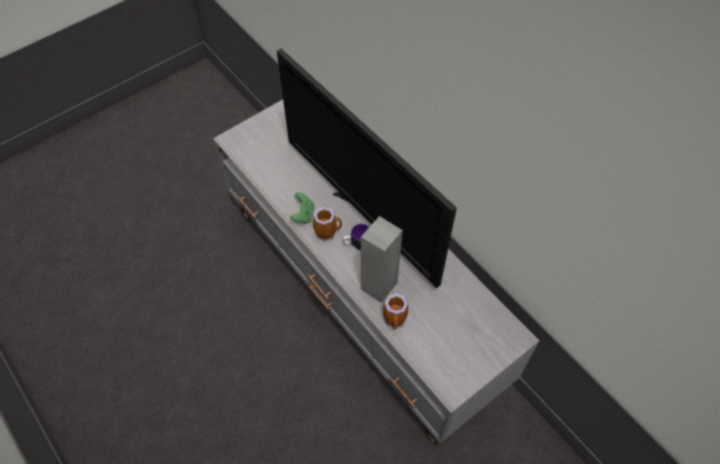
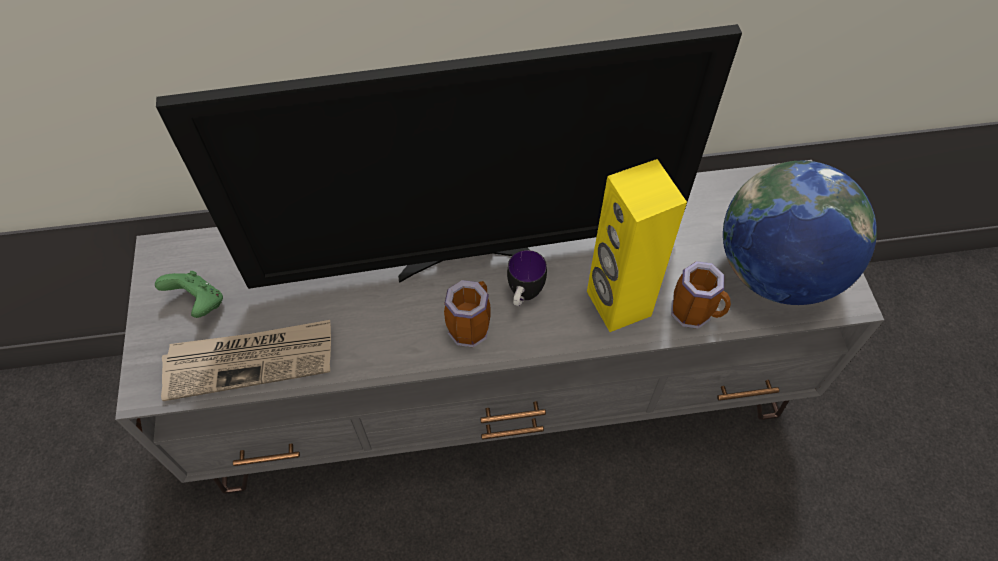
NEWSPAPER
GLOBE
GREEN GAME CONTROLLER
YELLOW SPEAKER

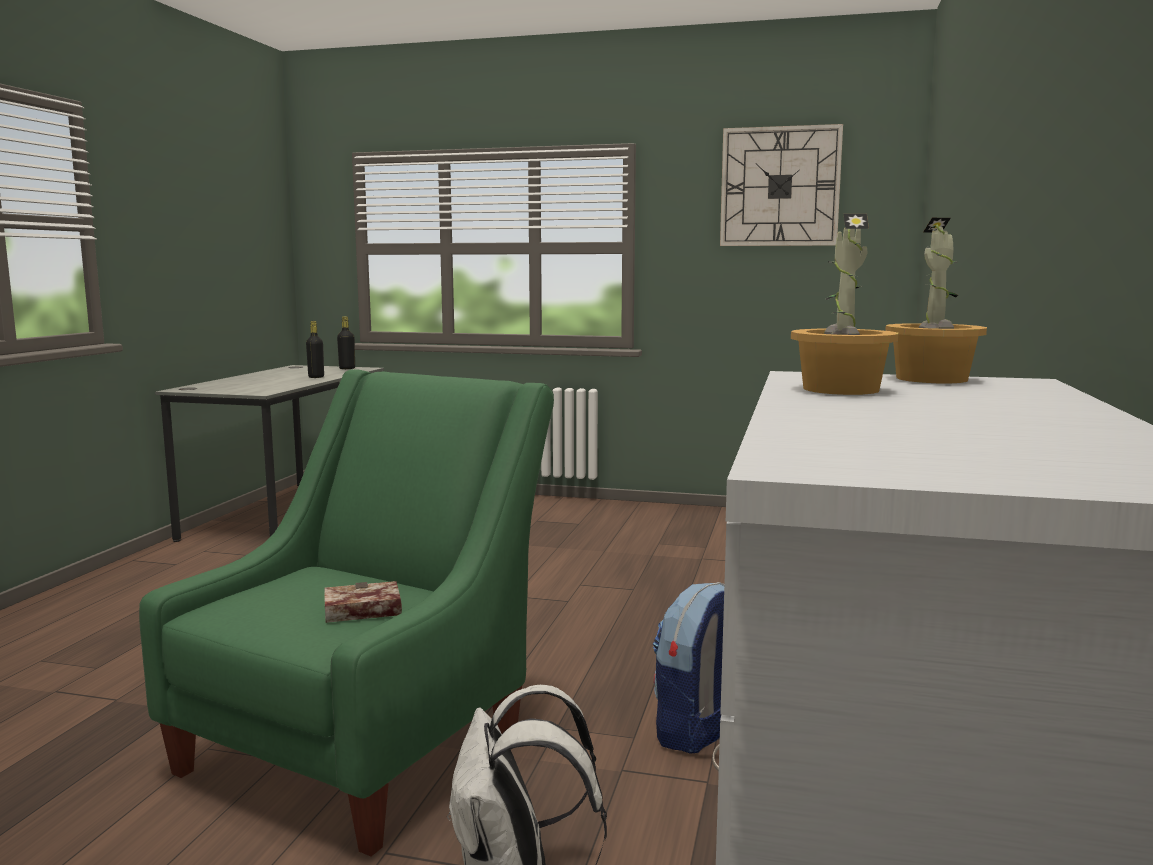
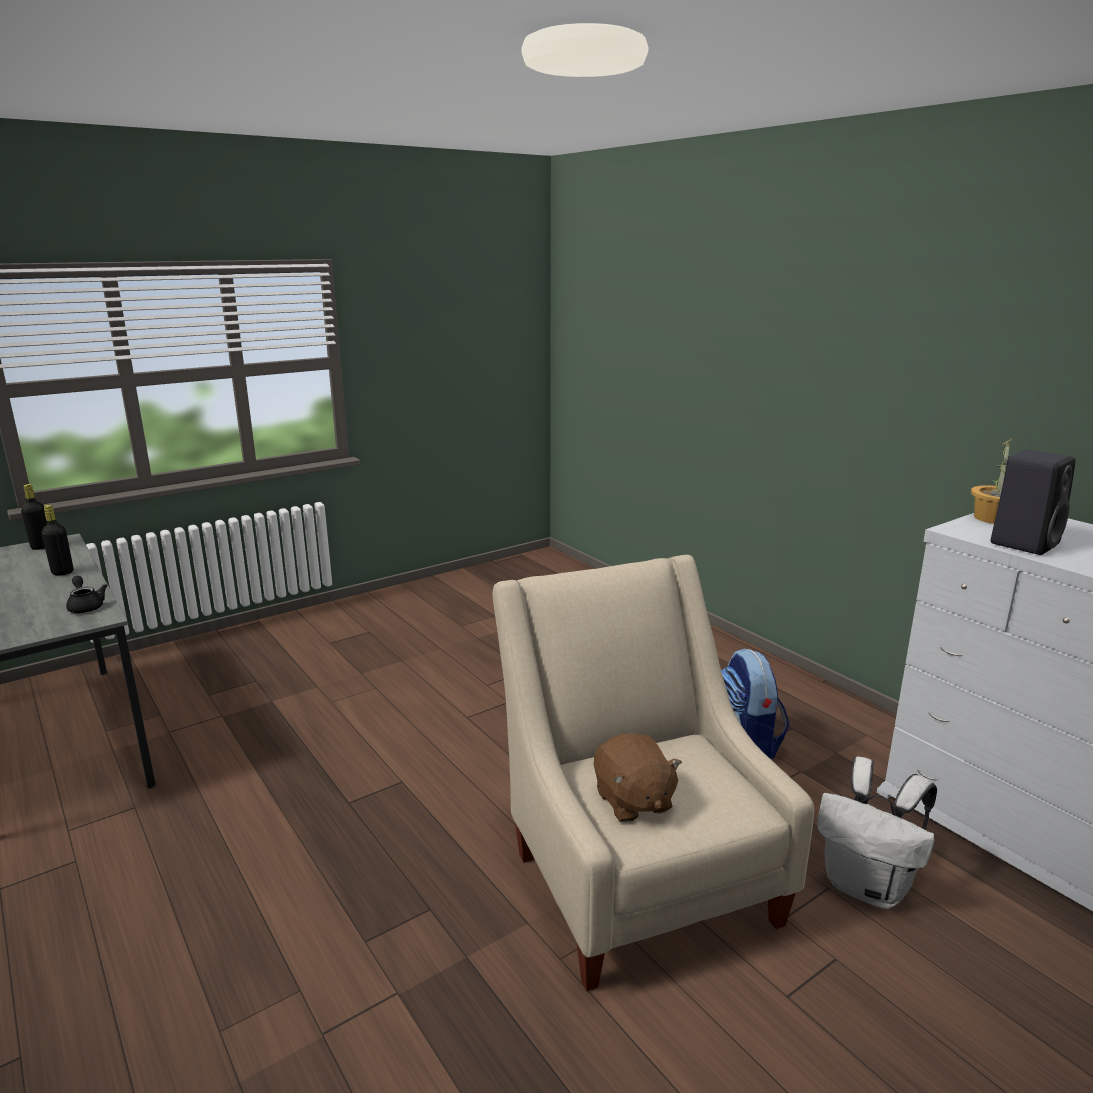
BOOK
WALL CLOCK
BLACK TEAPOT
BROWN PLUSH TOY
BLACK SPEAKER
BEIGE ARMCHAIR

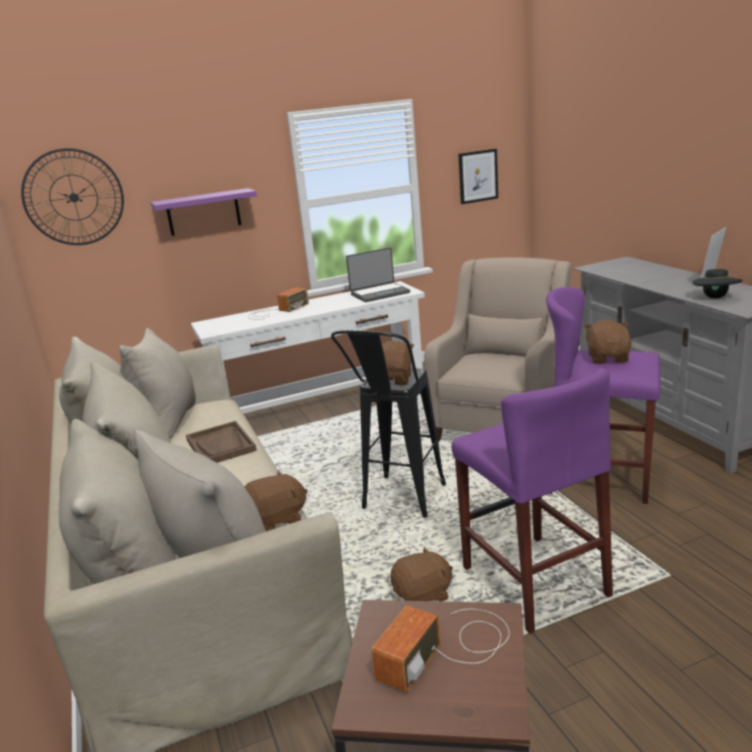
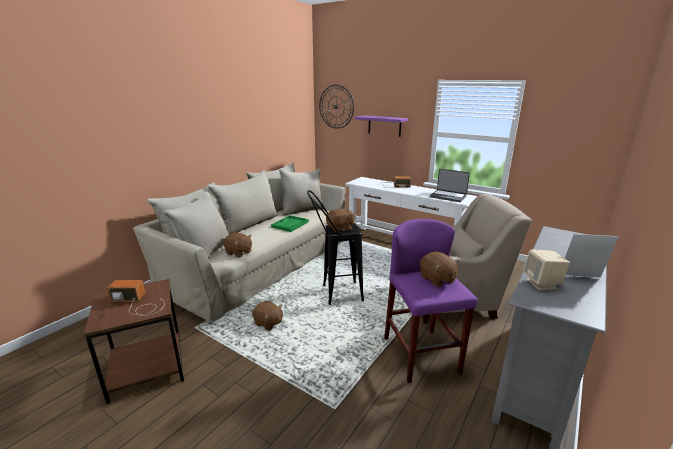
PURPLE STOOL (no. 1 from left in the first image)
PICTURE
BEIGE SPEAKER
GREEN TRAY
BROWN PLUSH TOY (no. 4 from left)

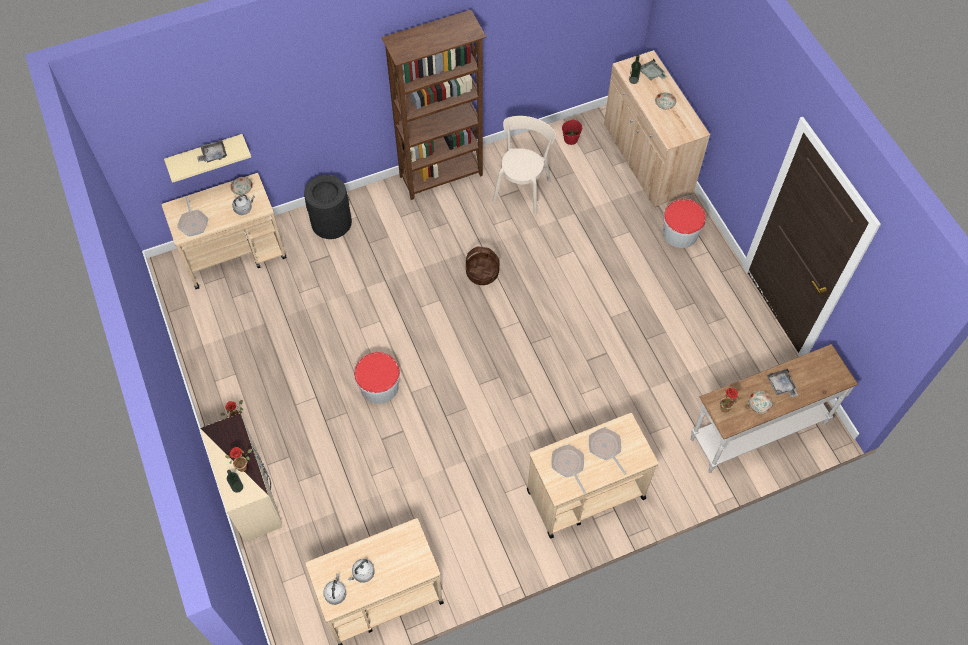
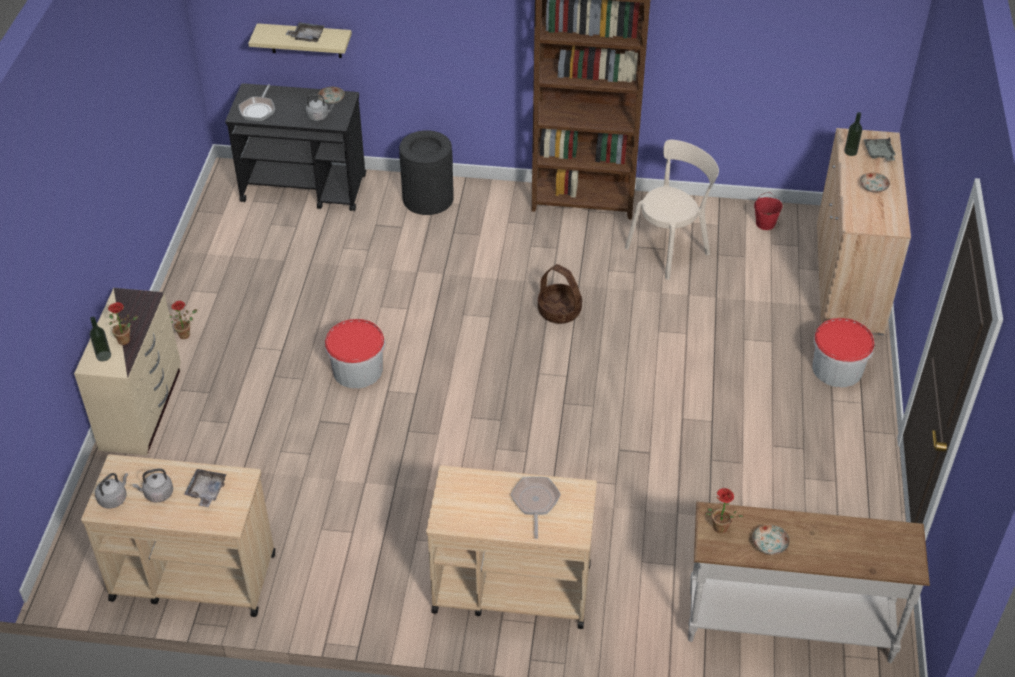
FRYING PAN (no. 2 from left in the first image)
GREY TRAY (no. 1 from left)
BLACK CART

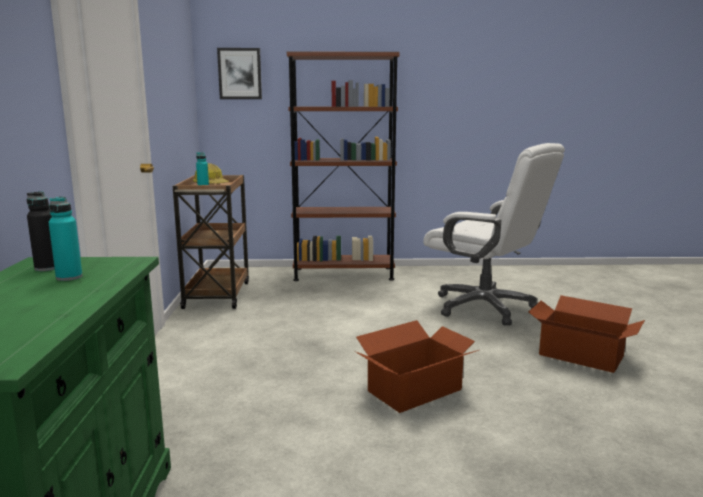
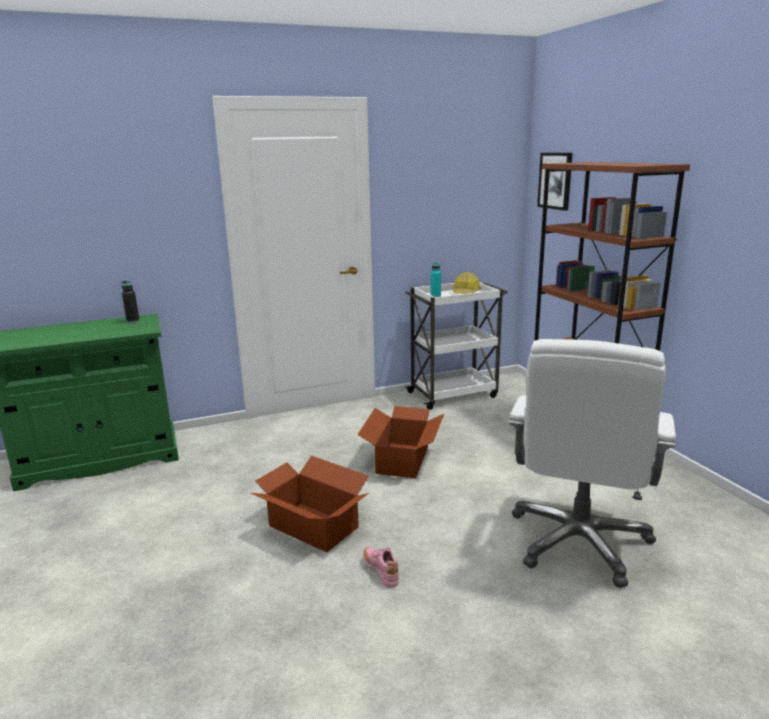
TURQUOISE BOTTLE (no. 1 from left in the first image)
PINK SHOE
CARDBOARD BOX (no. 2 from left)
WHITE CART

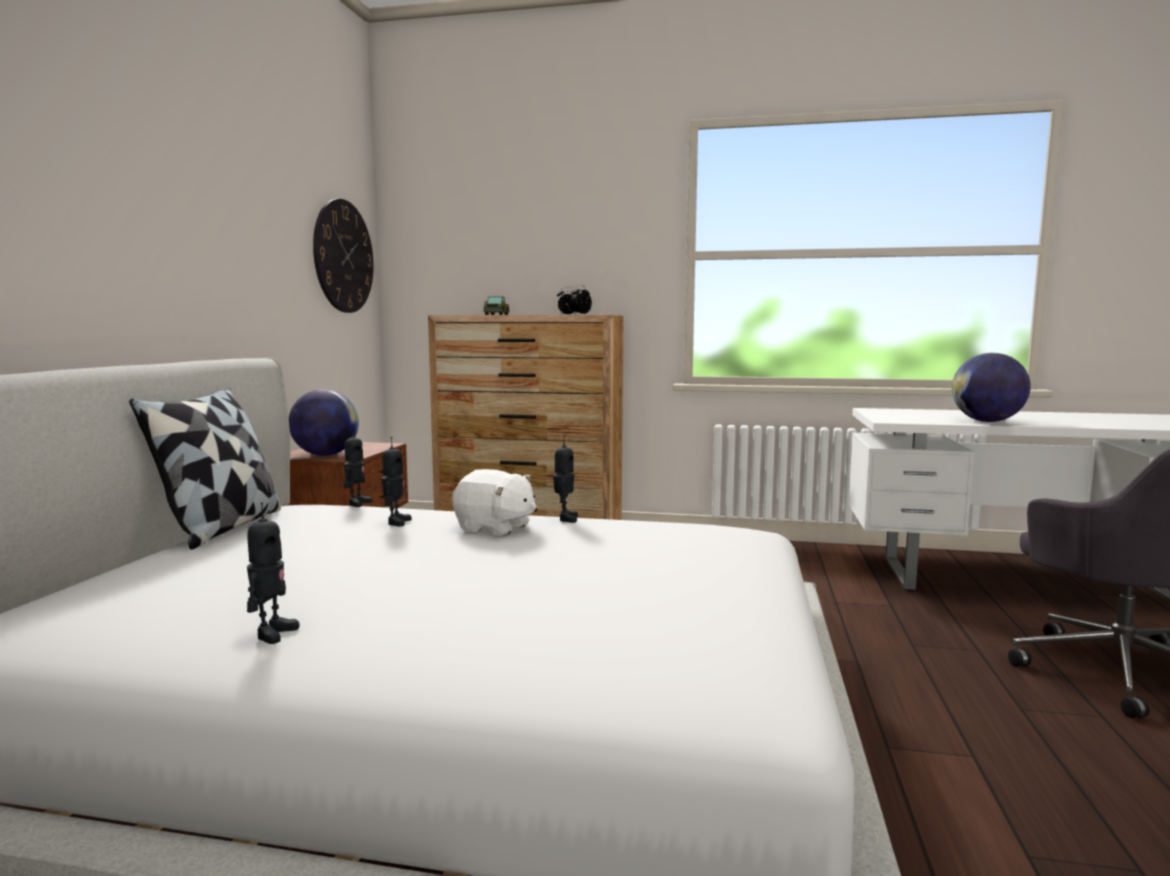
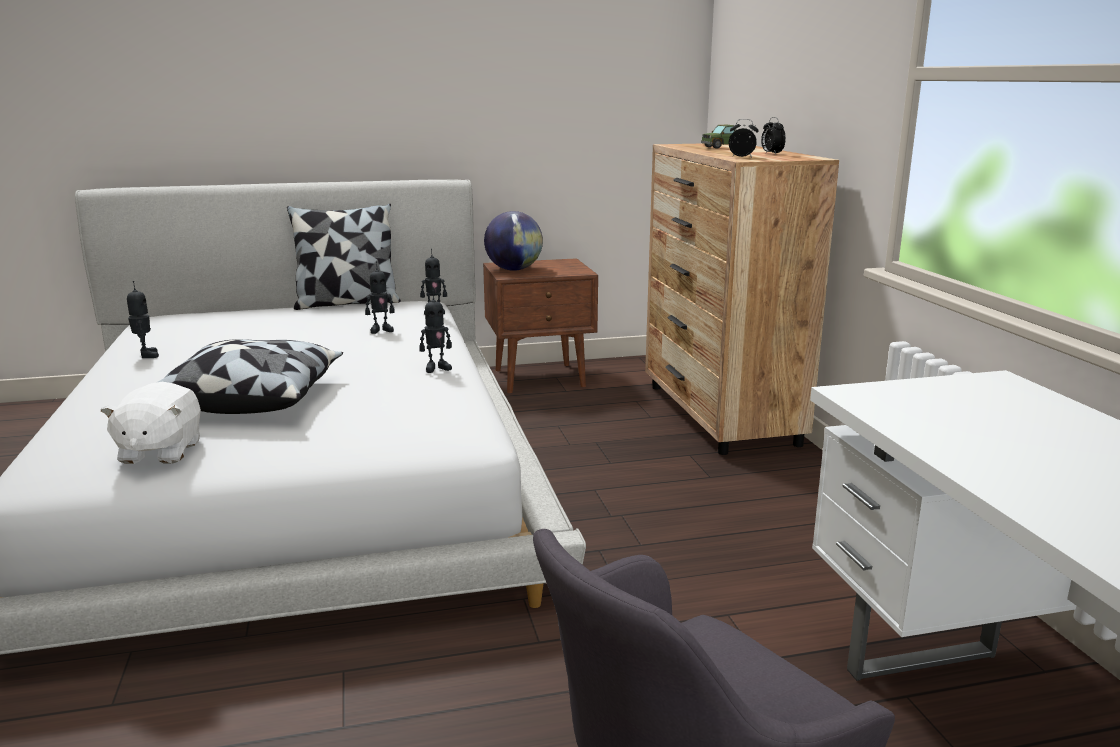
WALL CLOCK
GLOBE (no. 2 from left in the first image)
PILLOW (no. 1 from left)
WHITE PLUSH TOY
TOY ROBOT (no. 1 from left)

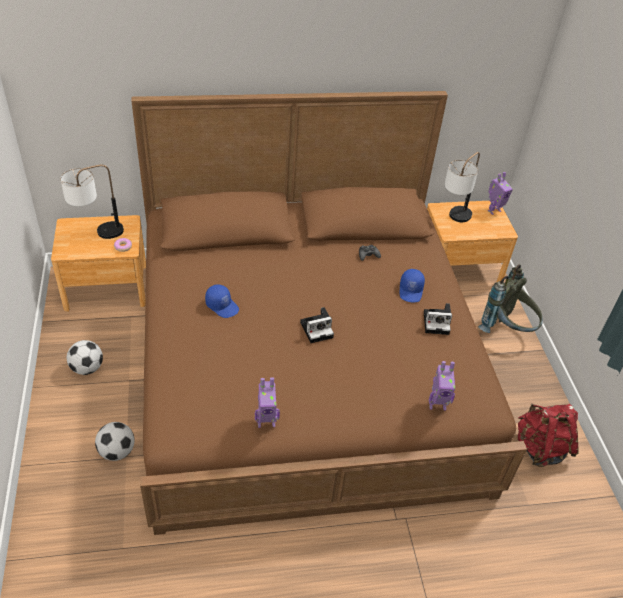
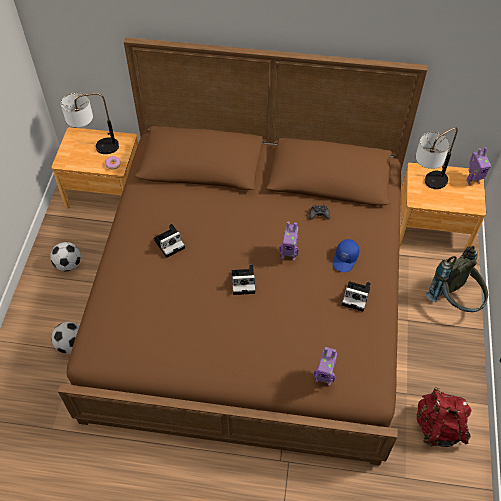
TOY ROBOT (no. 1 from left)
PHOTO CAMERA (no. 1 from left)

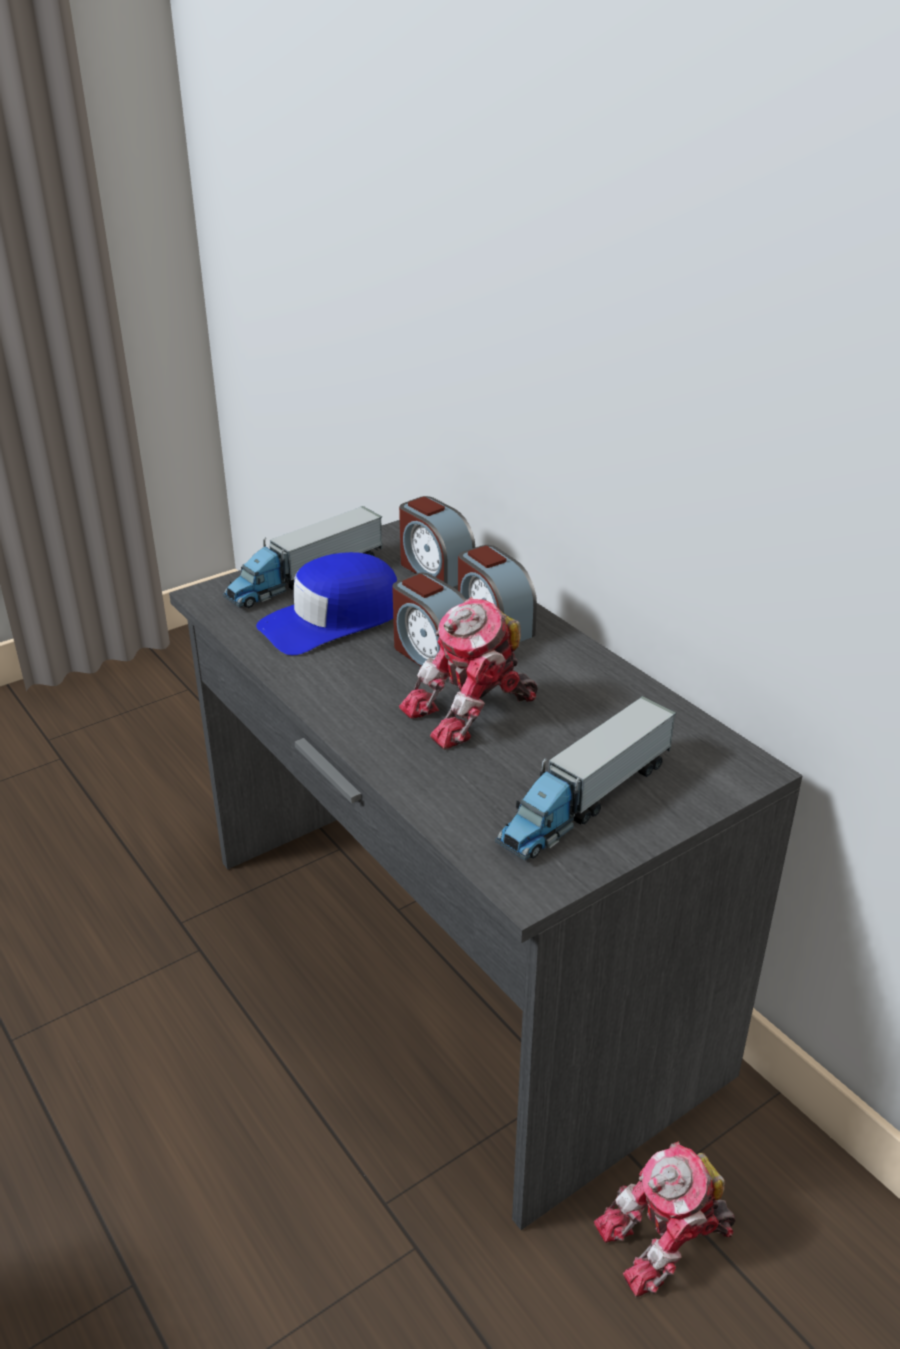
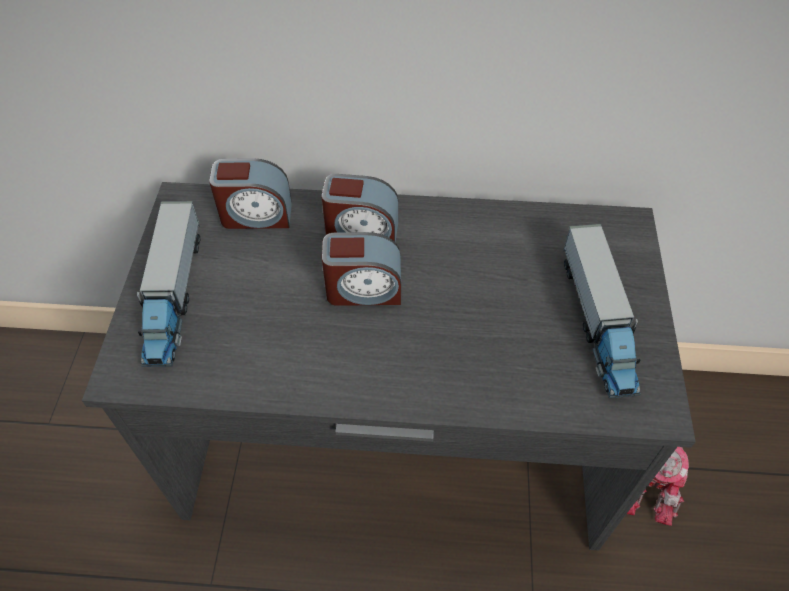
BLUE CAP
TOY ROBOT (no. 1 from left in the first image)

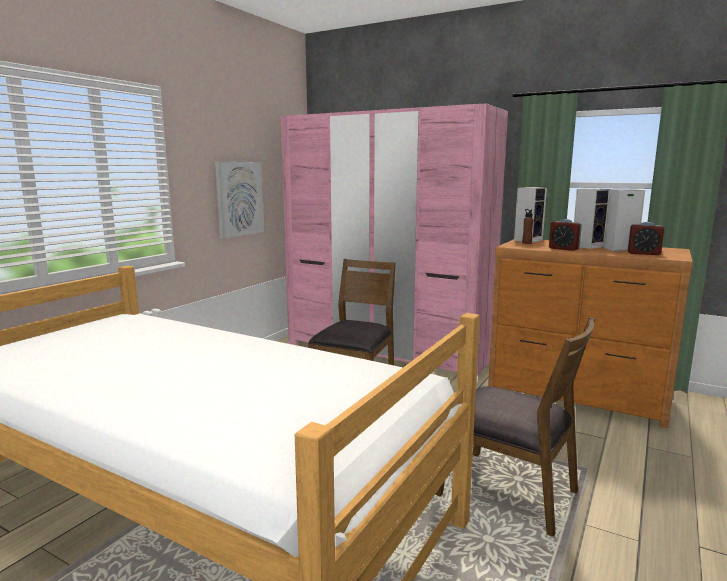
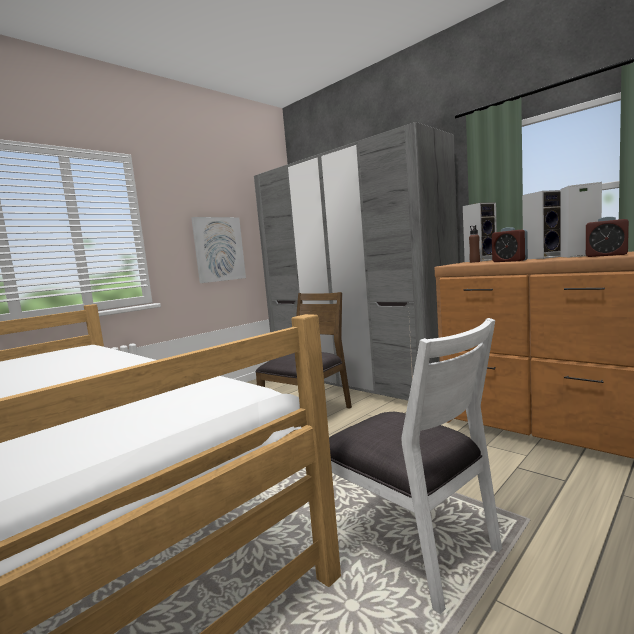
GREY WARDROBE
WHITE CHAIR

